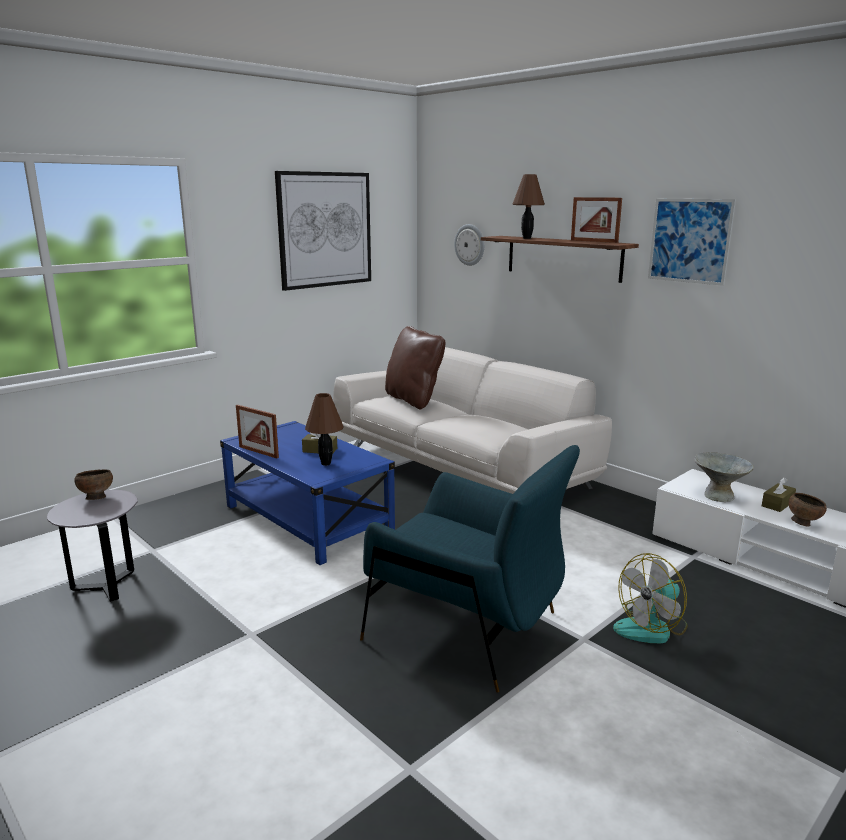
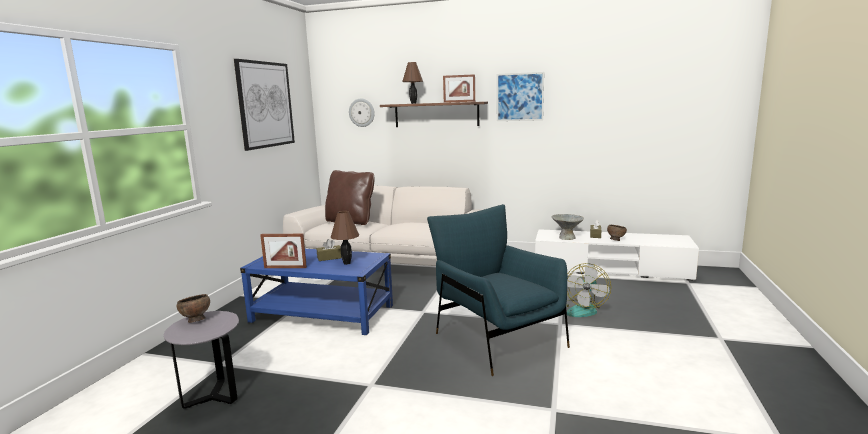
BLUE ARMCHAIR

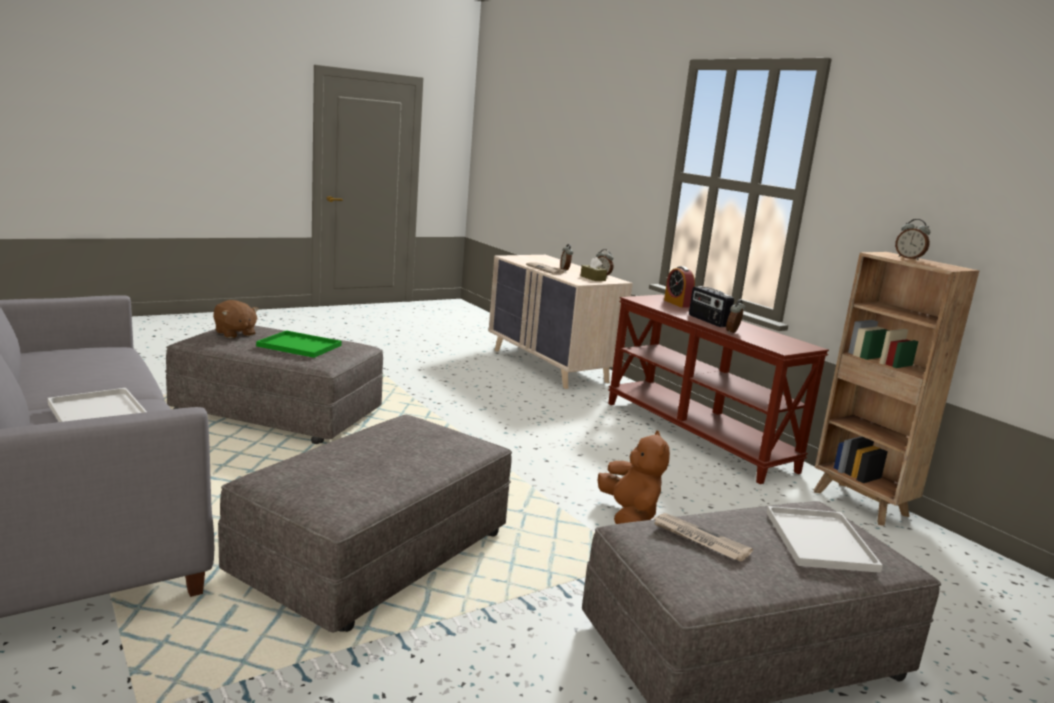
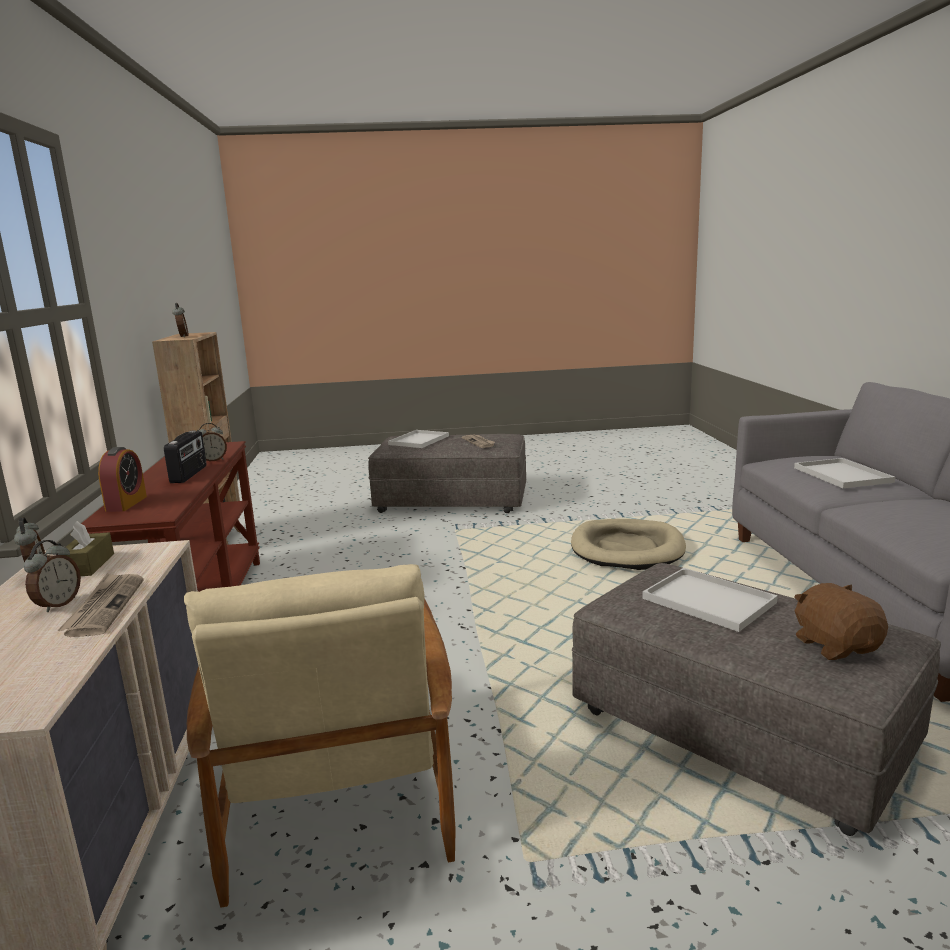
BROWN PLUSH TOY (no. 2 from left in the first image)
BEIGE ARMCHAIR
BEIGE DOG BED
WHITE TRAY (no. 2 from left)

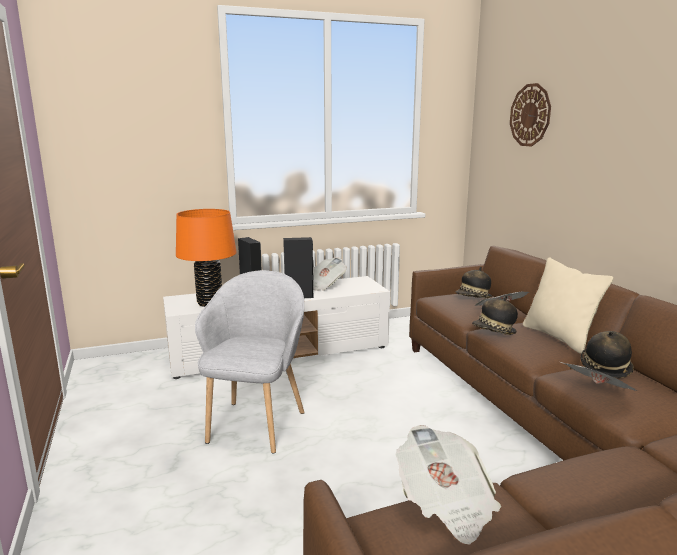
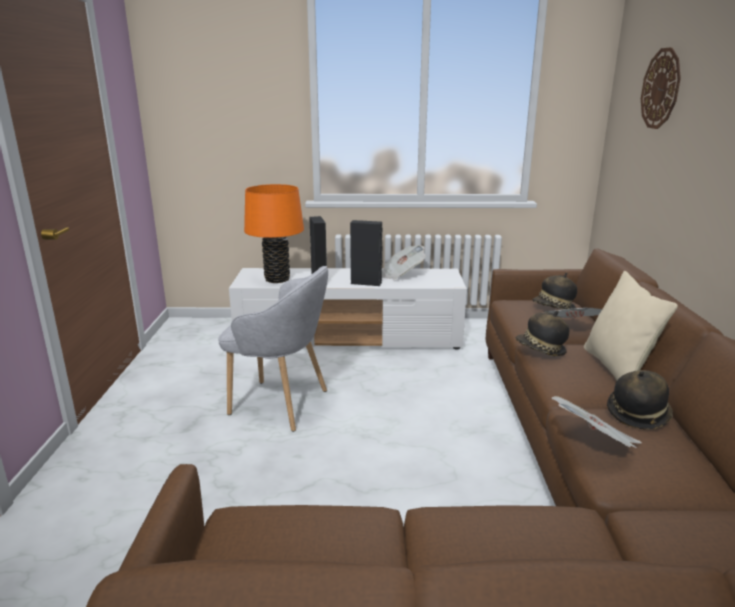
NEWSPAPER (no. 2 from left in the first image)
GREY ARMCHAIR

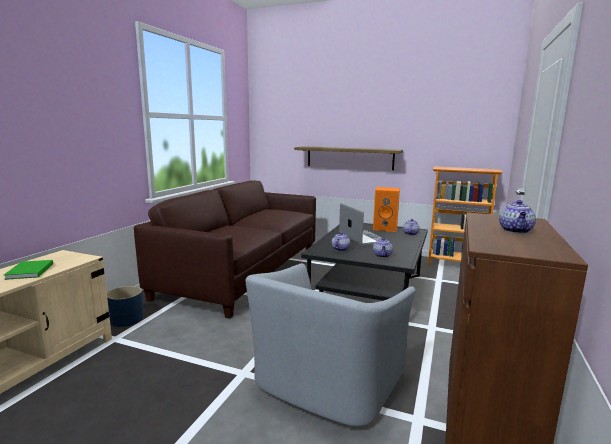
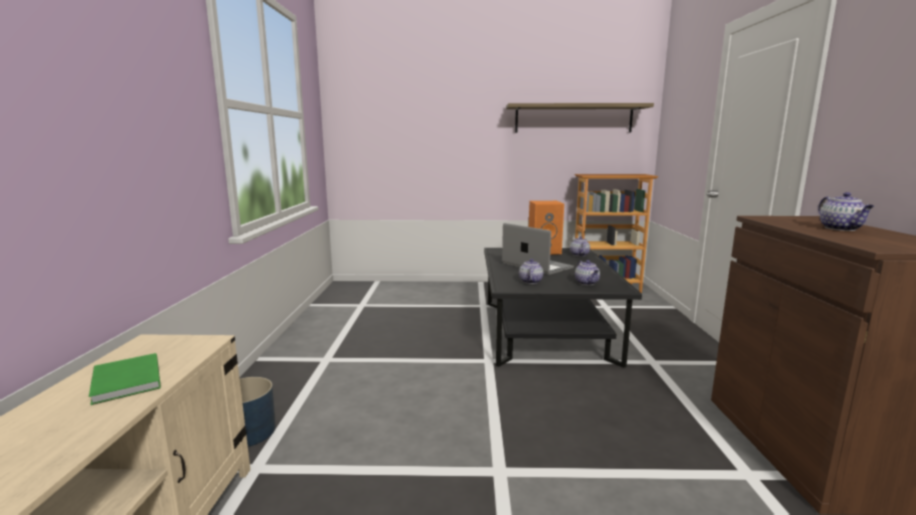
BROWN SOFA
GREY ARMCHAIR
SHELF

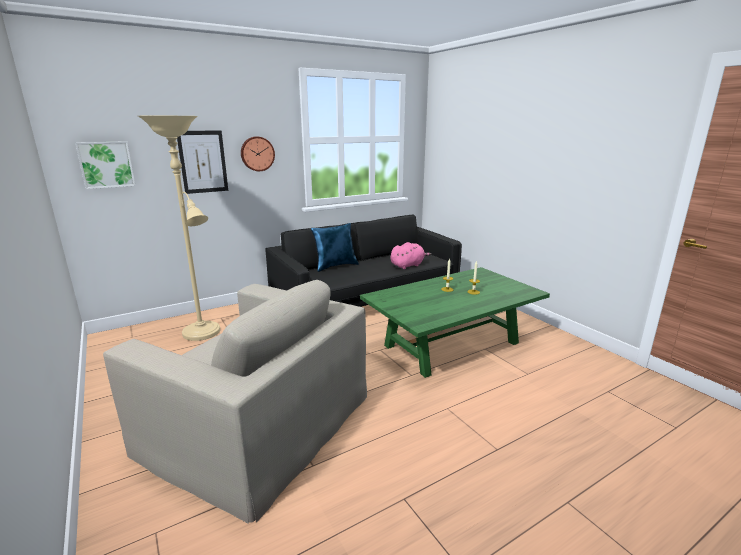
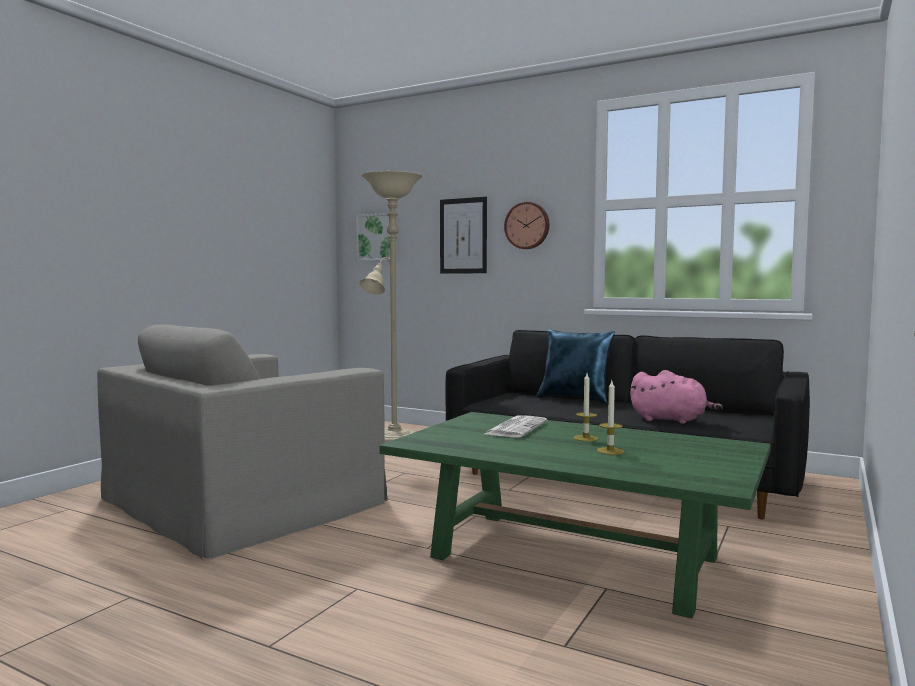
NEWSPAPER
BEIGE ARMCHAIR

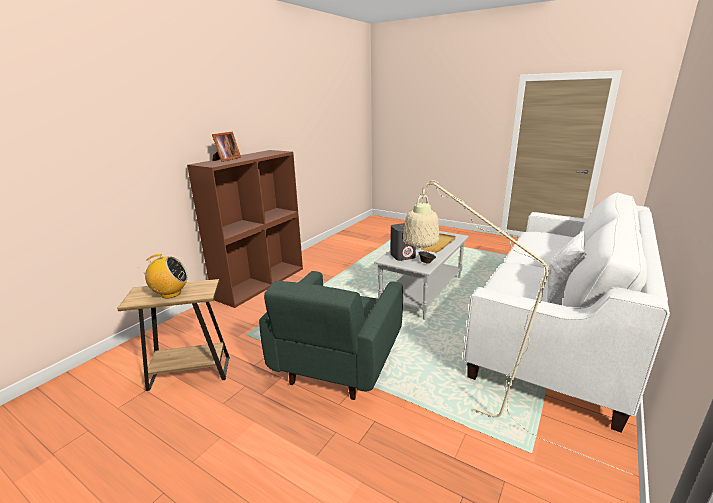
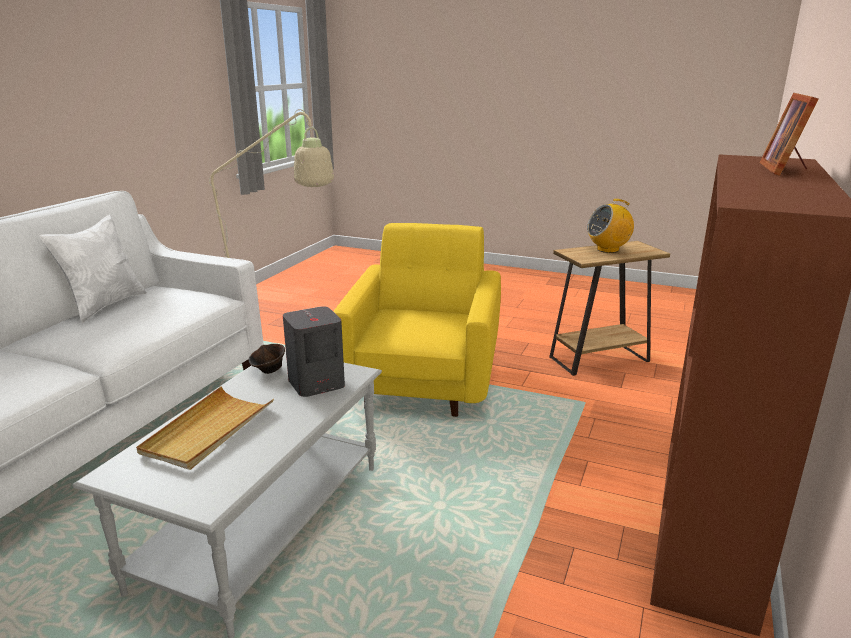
YELLOW ARMCHAIR

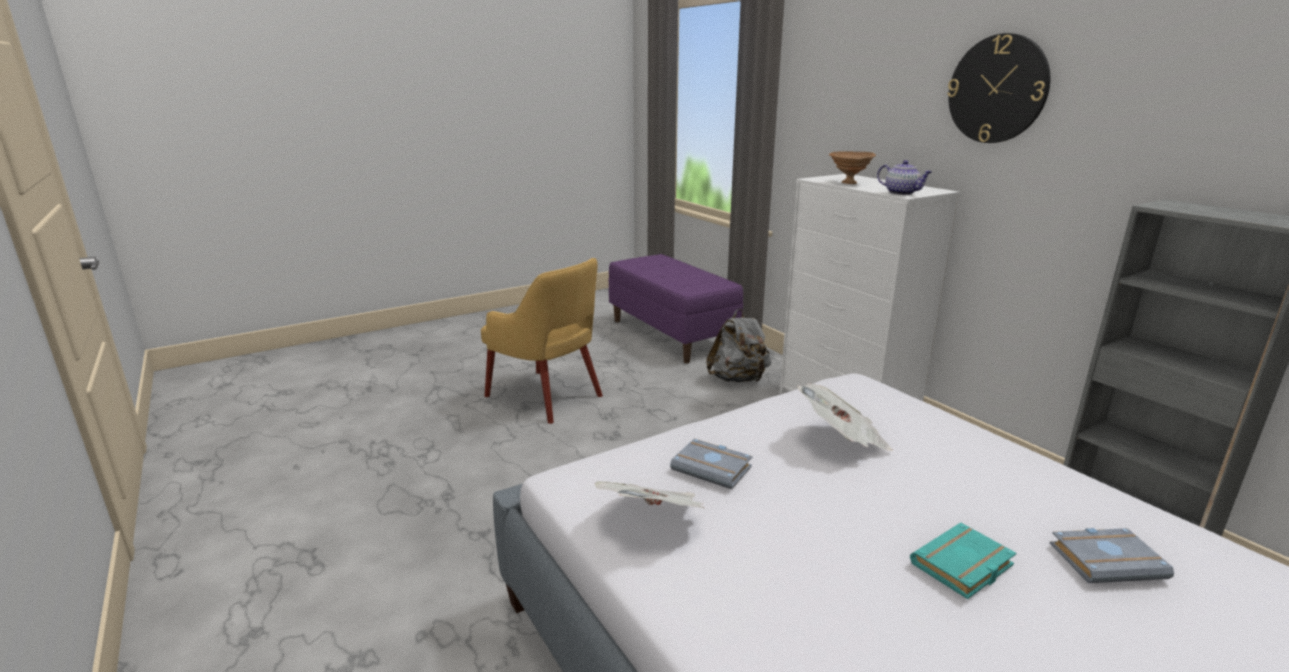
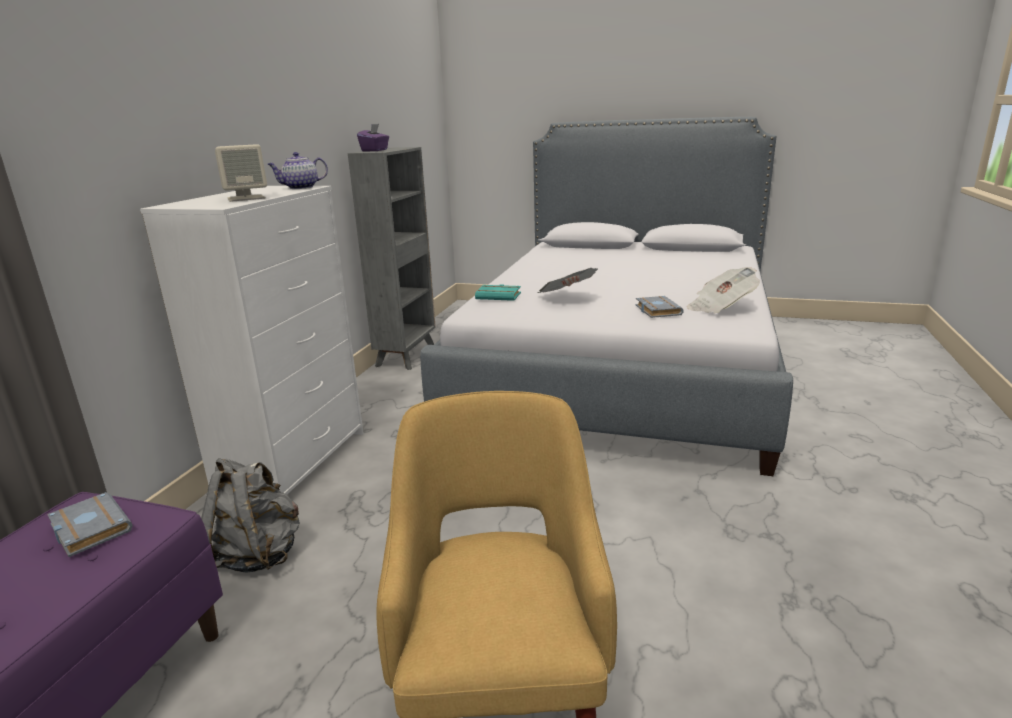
WALL CLOCK
PURPLE TISSUE BOX
TURQUOISE BOOK
GREY BOOK (no. 1 from left)
BEIGE SPEAKER
TEAPOT

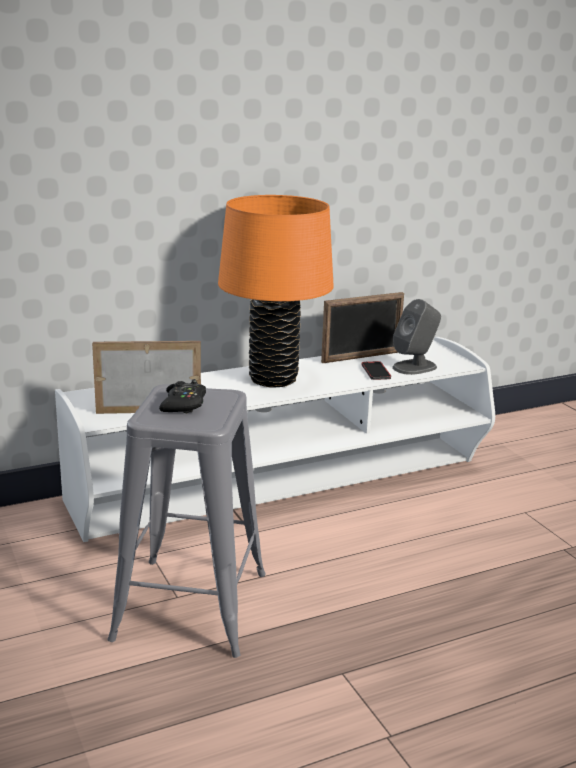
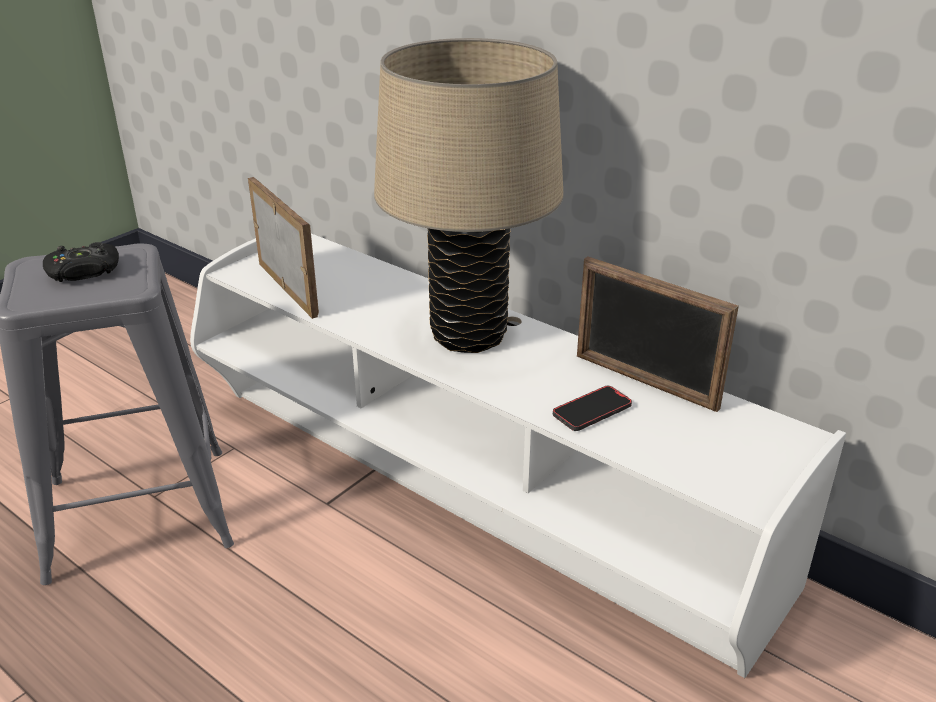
GREY SPEAKER
BEIGE TABLE LAMP

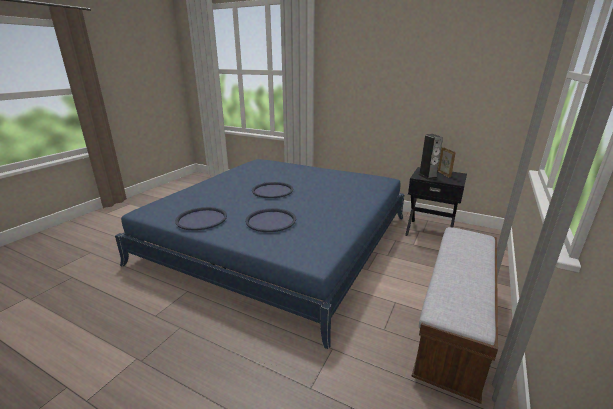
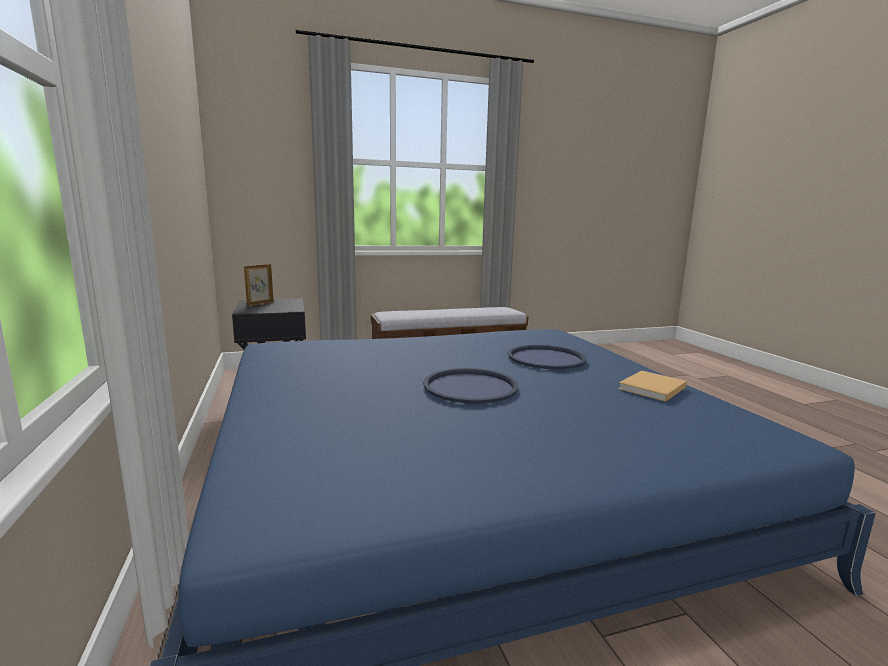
SPEAKER
BEIGE BOOK

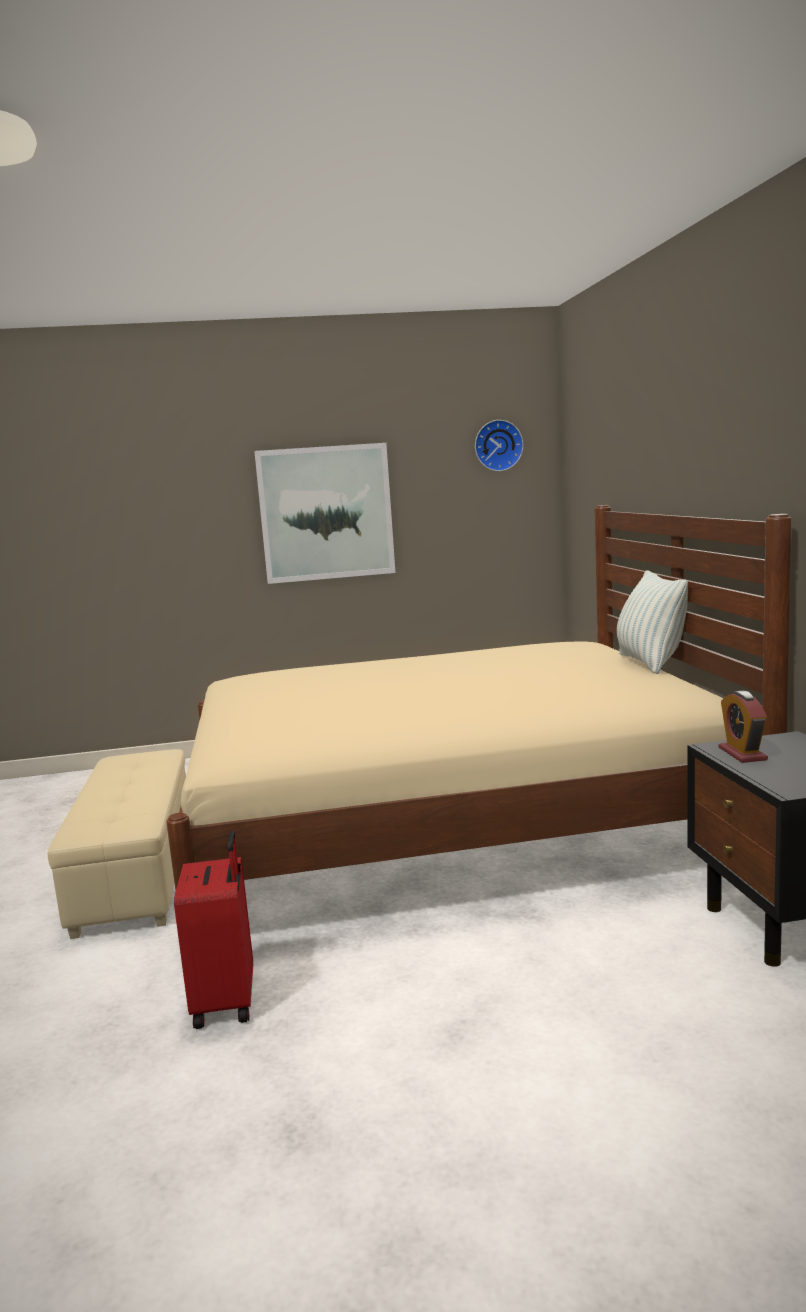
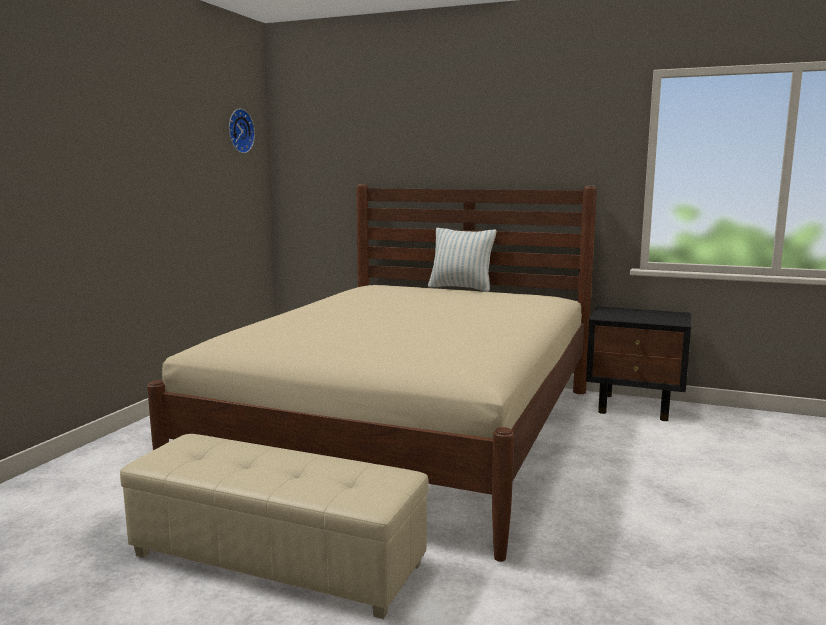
RED SUITCASE
PICTURE
ALARM CLOCK

